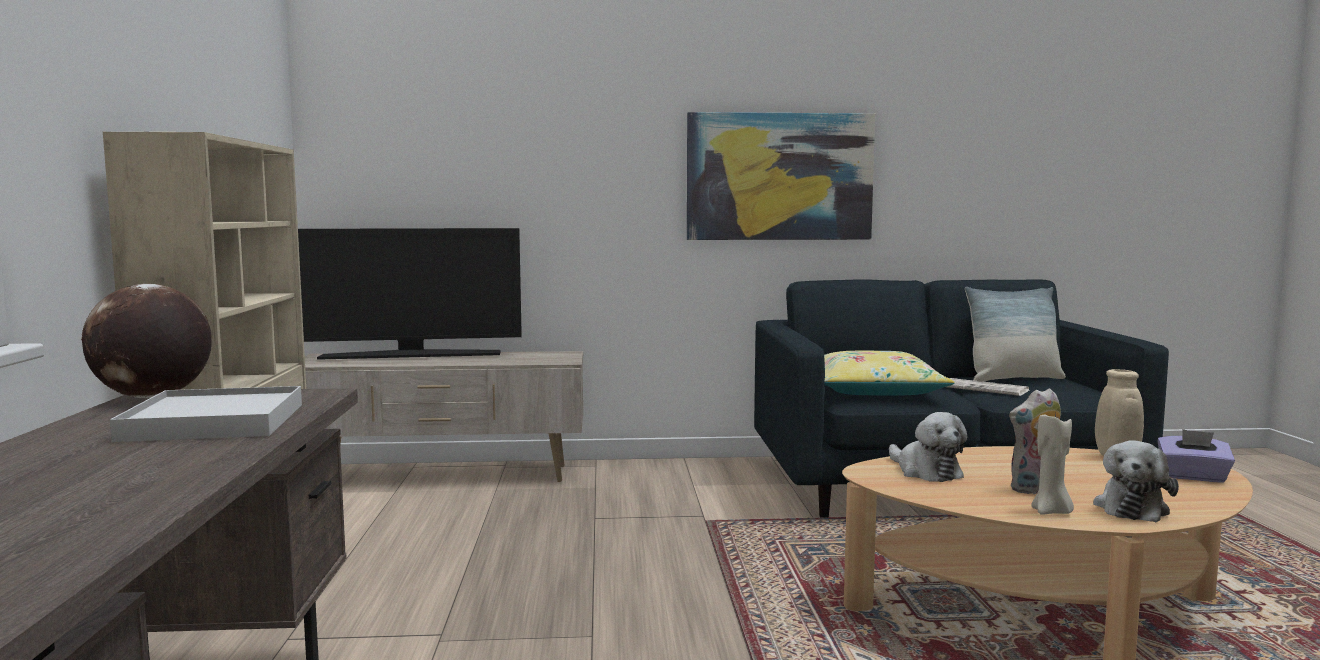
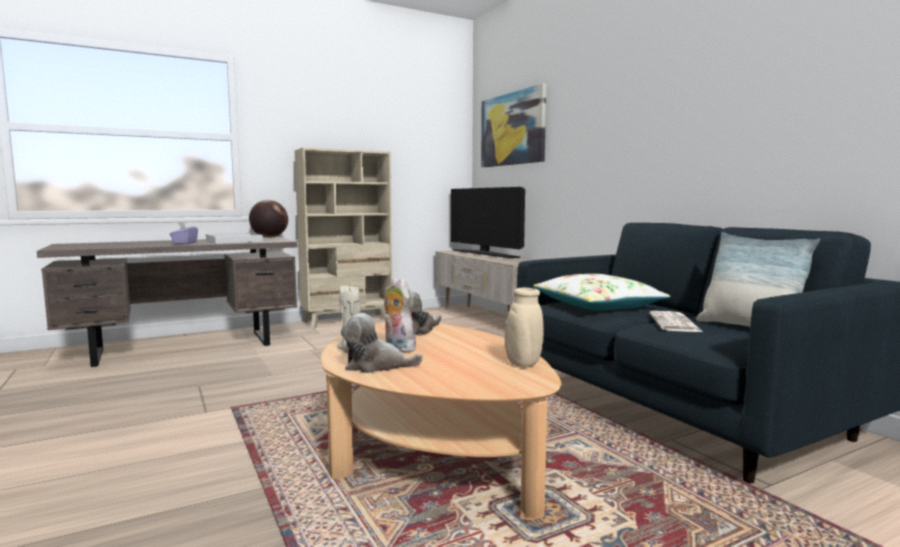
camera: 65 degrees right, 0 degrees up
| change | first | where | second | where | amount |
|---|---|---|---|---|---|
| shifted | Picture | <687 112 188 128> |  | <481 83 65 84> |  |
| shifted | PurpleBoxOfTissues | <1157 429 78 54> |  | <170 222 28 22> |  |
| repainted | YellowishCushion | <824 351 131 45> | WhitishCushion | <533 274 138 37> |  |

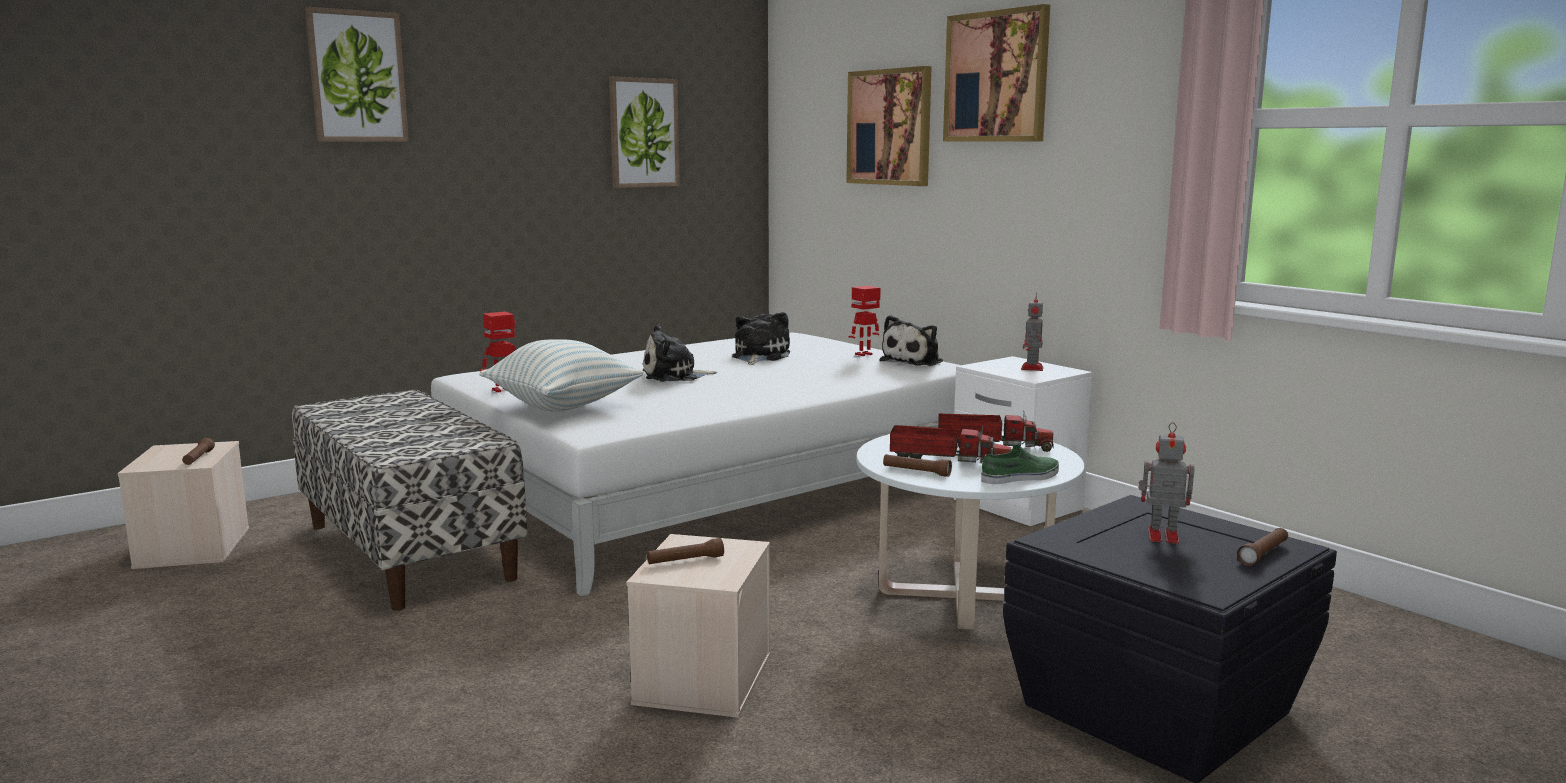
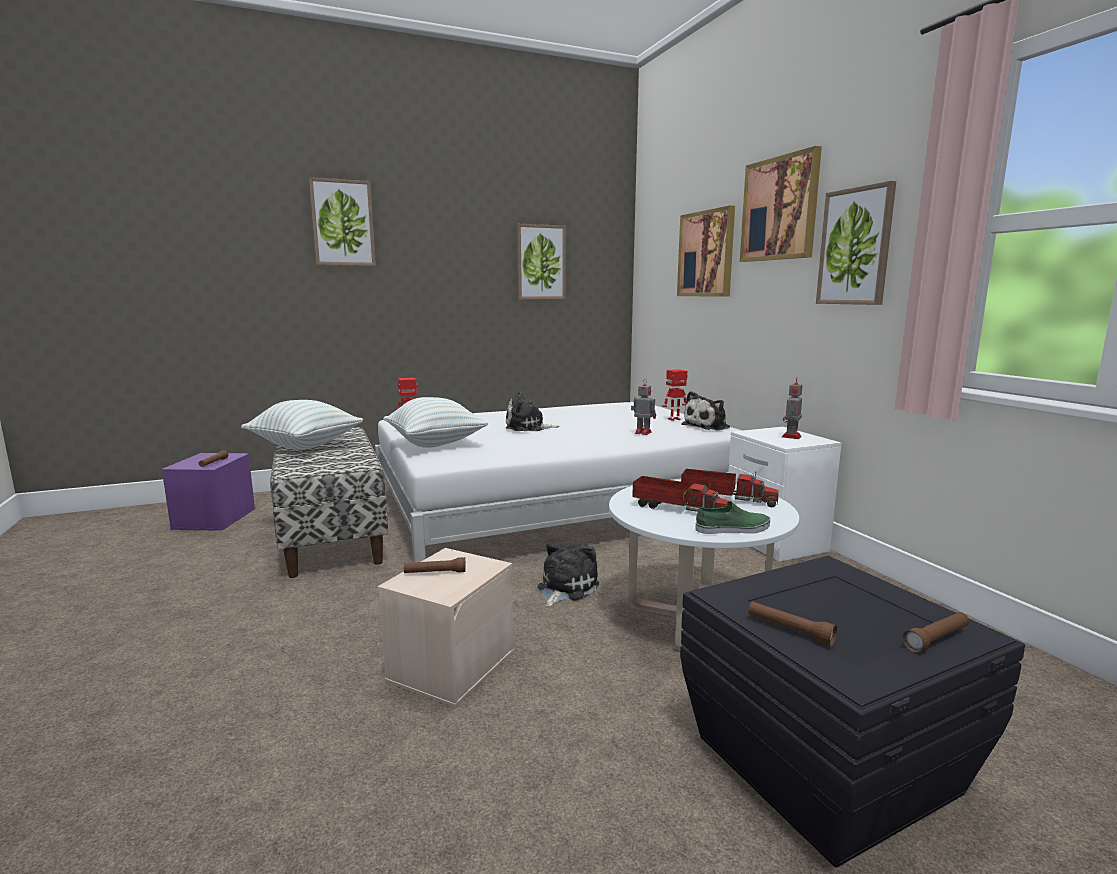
camera: 15 degrees right, 0 degrees up
| change | first | where | second | where | amount |
|---|---|---|---|---|---|
| new |  |  | Cushion | <241 400 122 50> |  |
| new |  |  | Picture | <816 181 80 124> |  |
| shifted | CuddlyToy | <732 312 58 53> |  | <538 543 61 64> |  |
| shifted | BrownColouredHandTorch | <883 454 69 23> |  | <748 601 89 45> |  |
| shifted | RobotFigure | <1138 422 57 122> |  | <631 379 25 56> |  |
| repainted | BeigeStorageBin | <117 441 132 128> | PurpleStorageBin | <161 453 94 78> |  |

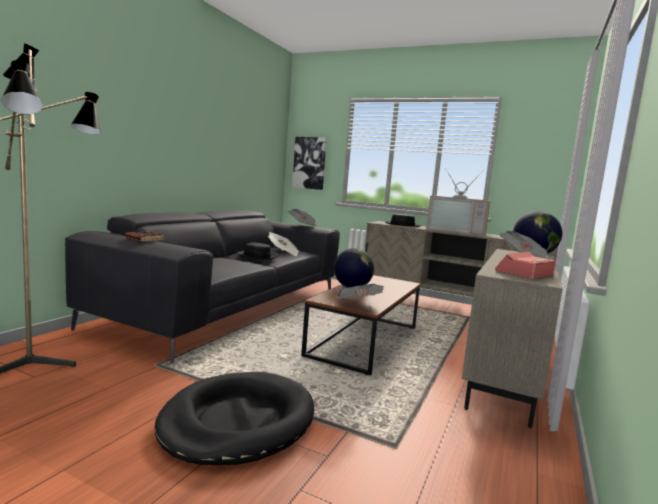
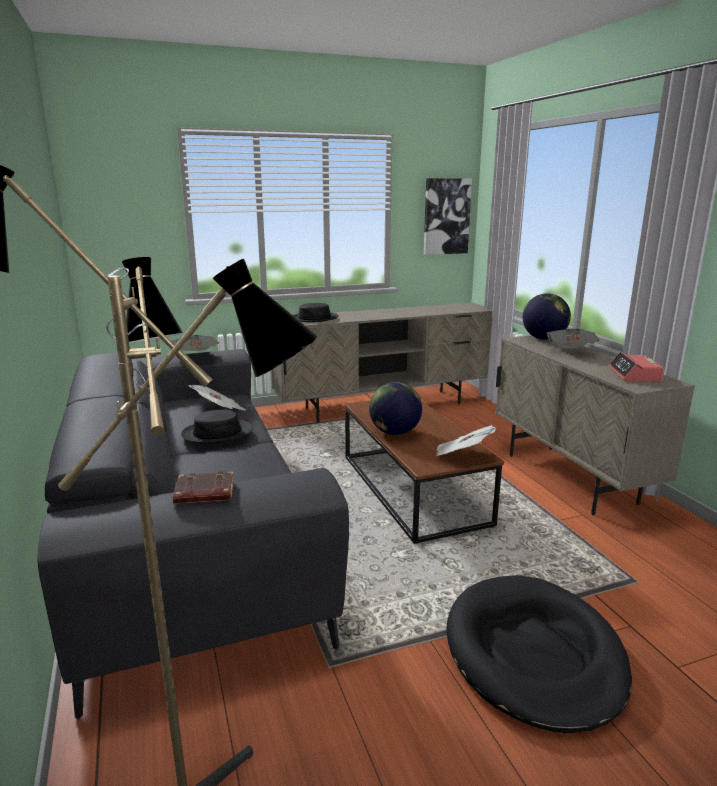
camera: 45 degrees left, 10 degrees up
| change | first | where | second | where | amount |
|---|---|---|---|---|---|
| gone | Tv | <426 168 64 68> |  |  |  |
| shifted | Picture | <292 137 35 53> |  | <424 178 48 77> |  |

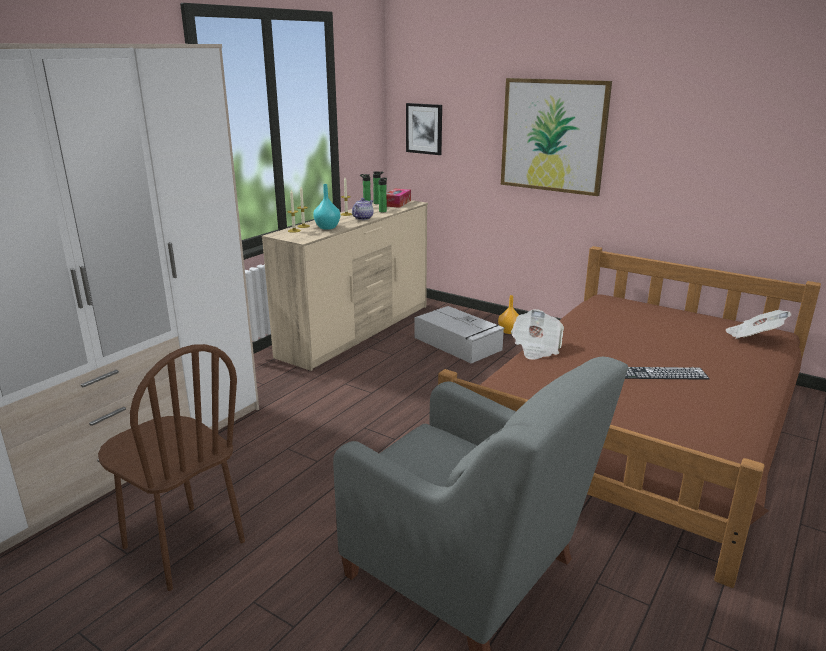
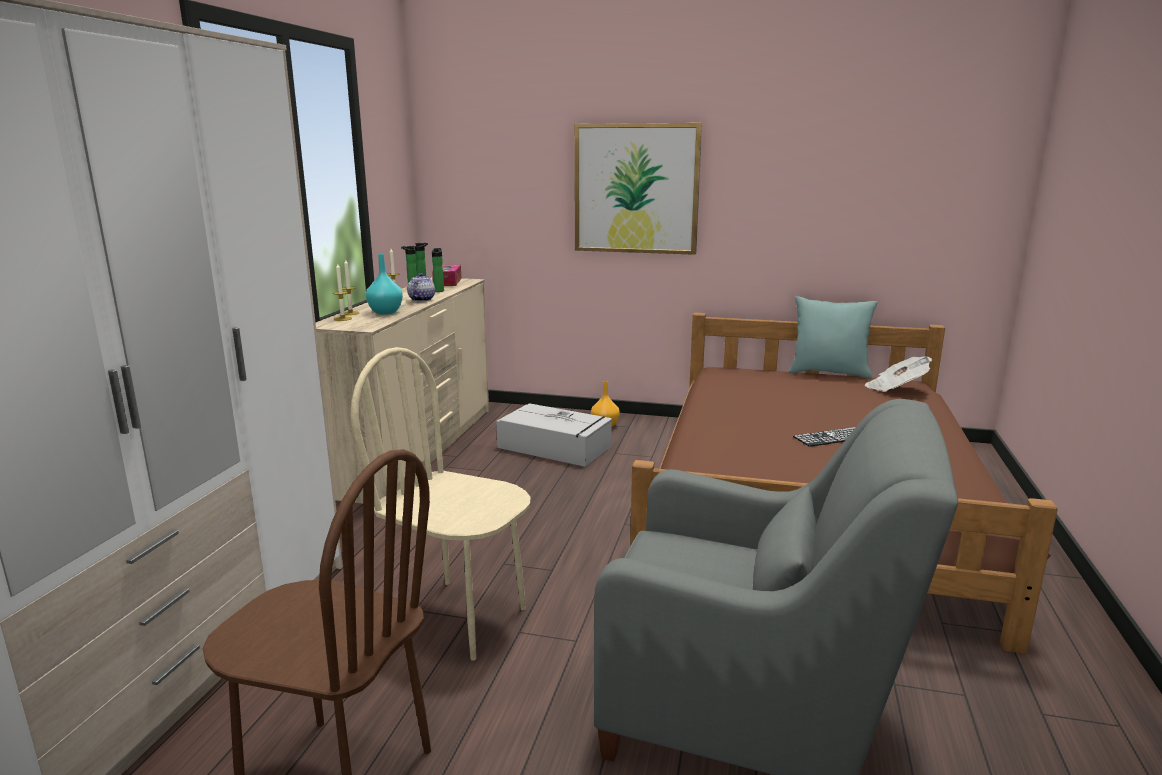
camera: 20 degrees left, 5 degrees down
| change | first | where | second | where | amount |
|---|---|---|---|---|---|
| gone | Picture | <406 103 36 52> |  |  |  |
| gone | Newspaper | <511 309 53 51> |  |  |  |
| new |  |  | BeigeUprightChair | <351 347 179 314> |  |
| new |  |  | BlueGreenCushion | <789 296 89 83> |  |

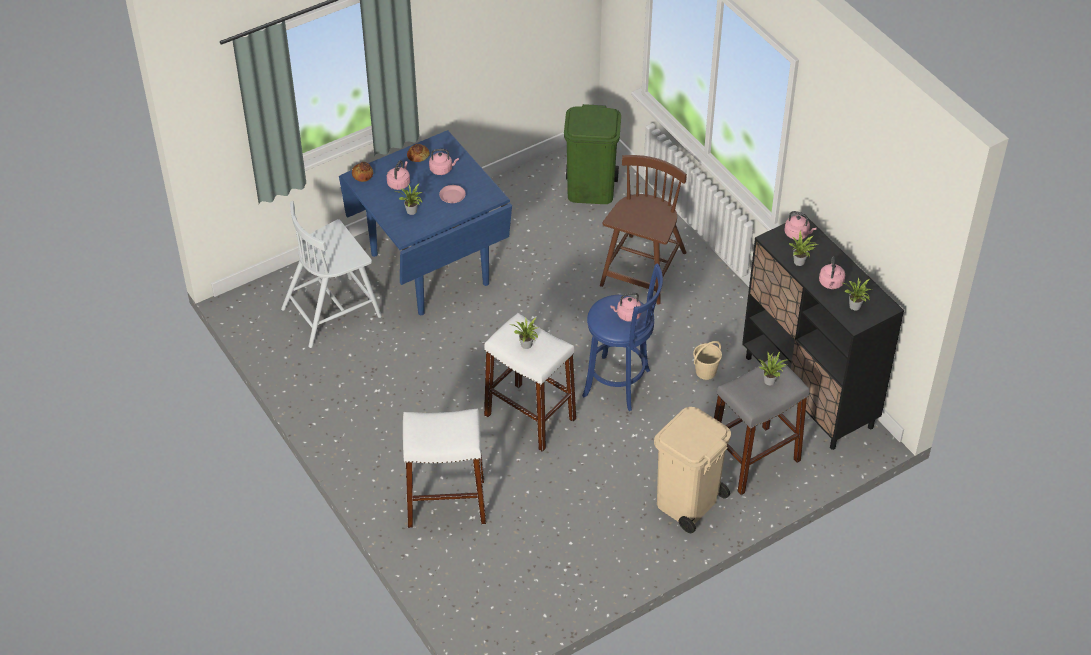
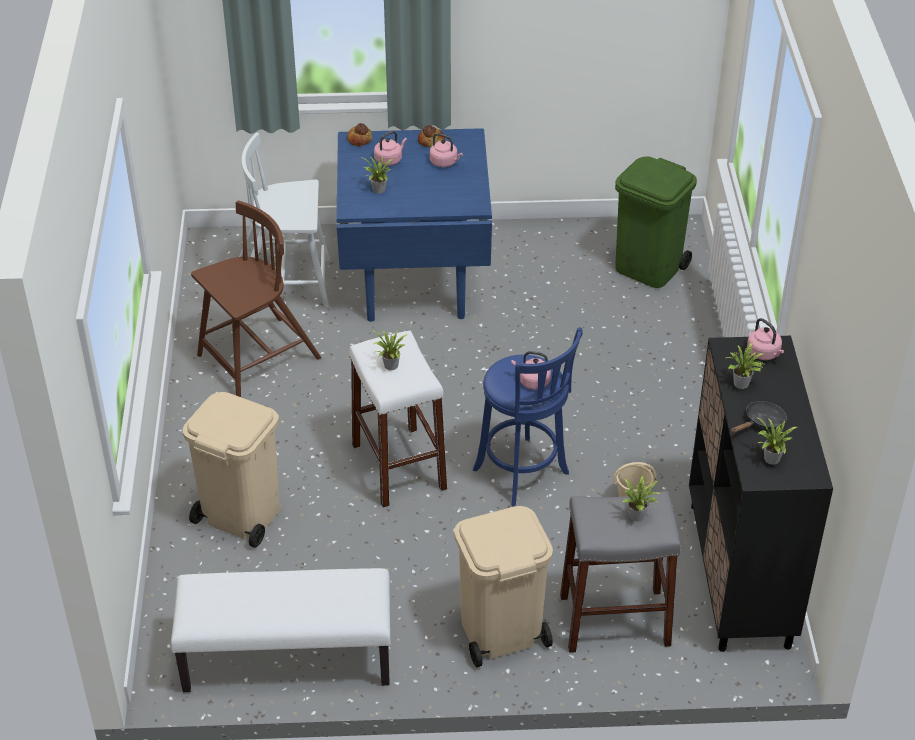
camera: 30 degrees right, 5 degrees down
| change | first | where | second | where | amount |
|---|---|---|---|---|---|
| gone | PinkDinnerPlate | <439 185 27 18> |  |  |  |
| new |  |  | WhitishLongSeat | <171 568 220 124> |  |
| shifted | BrownColouredUprightChair | <600 155 87 150> |  | <191 200 130 197> |  |
| swapped | WhitishStoolSeat | <403 409 83 119> | BeigeWasteBin | <183 392 97 156> |  |
| swapped | PinkTeaKettle | <819 256 26 33> | BlackSkillet | <731 401 56 32> |  |

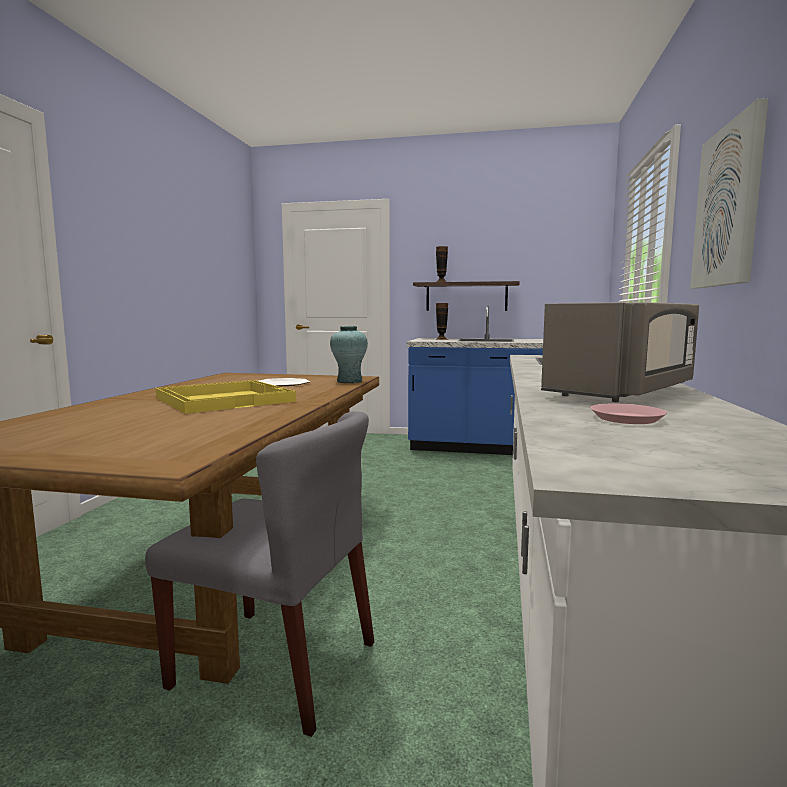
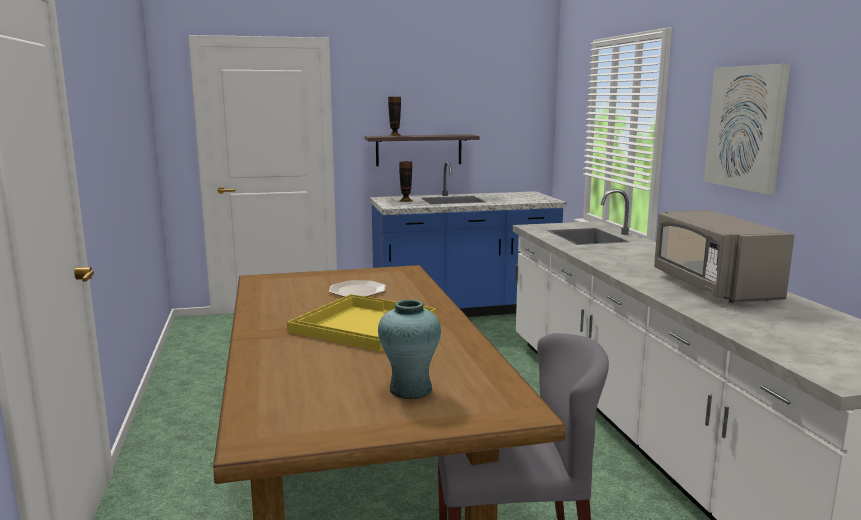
camera: 25 degrees left, 5 degrees up
| change | first | where | second | where | amount |
|---|---|---|---|---|---|
| gone | PinkDinnerPlate | <591 404 76 20> |  |  |  |
| shifted | BlueGreenVase | <330 326 38 57> |  | <378 299 63 100> |  |
| rotated | GrayKitchenMicrowave | <541 302 158 100> |  | <654 210 141 93> | 150 degrees clockwise |

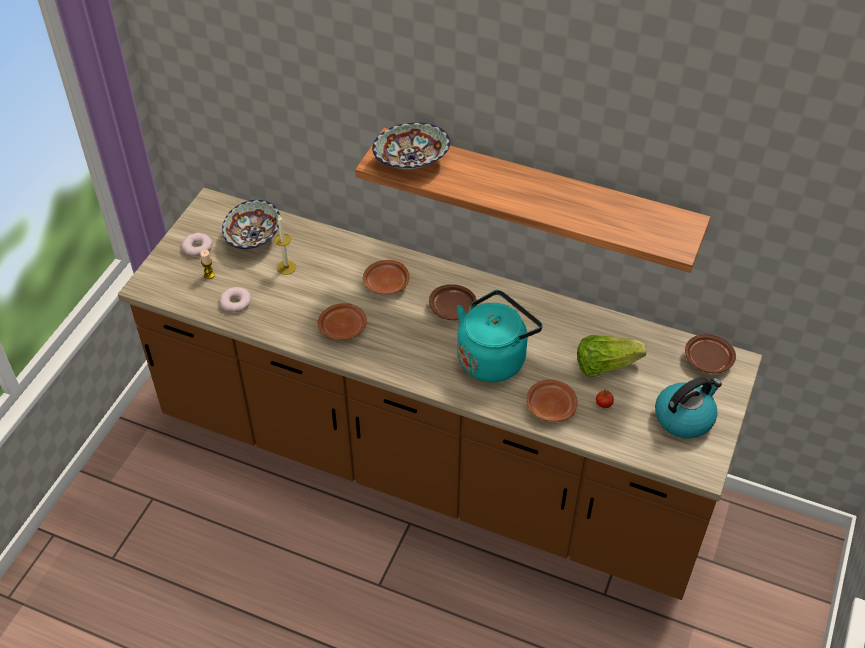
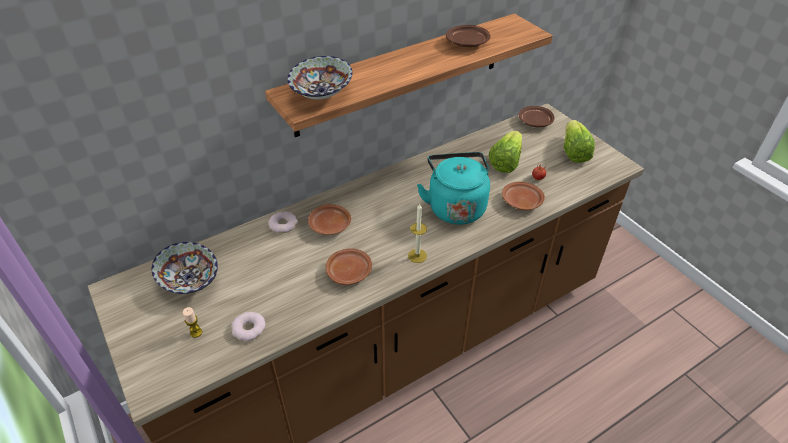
camera: 55 degrees left, 5 degrees down
| change | first | where | second | where | amount |
|---|---|---|---|---|---|
| shifted | RingDoughnut | <182 233 31 23> |  | <268 212 30 21> |  |
| shifted | Candle | <274 216 22 59> |  | <408 204 19 59> |  |
| shifted | BrownColouredDinnerPlate | <429 284 47 36> |  | <446 25 45 22> |  |
| swapped | TeaKettle | <655 377 67 62> | HeadOfLettuce | <564 120 31 43> |  |

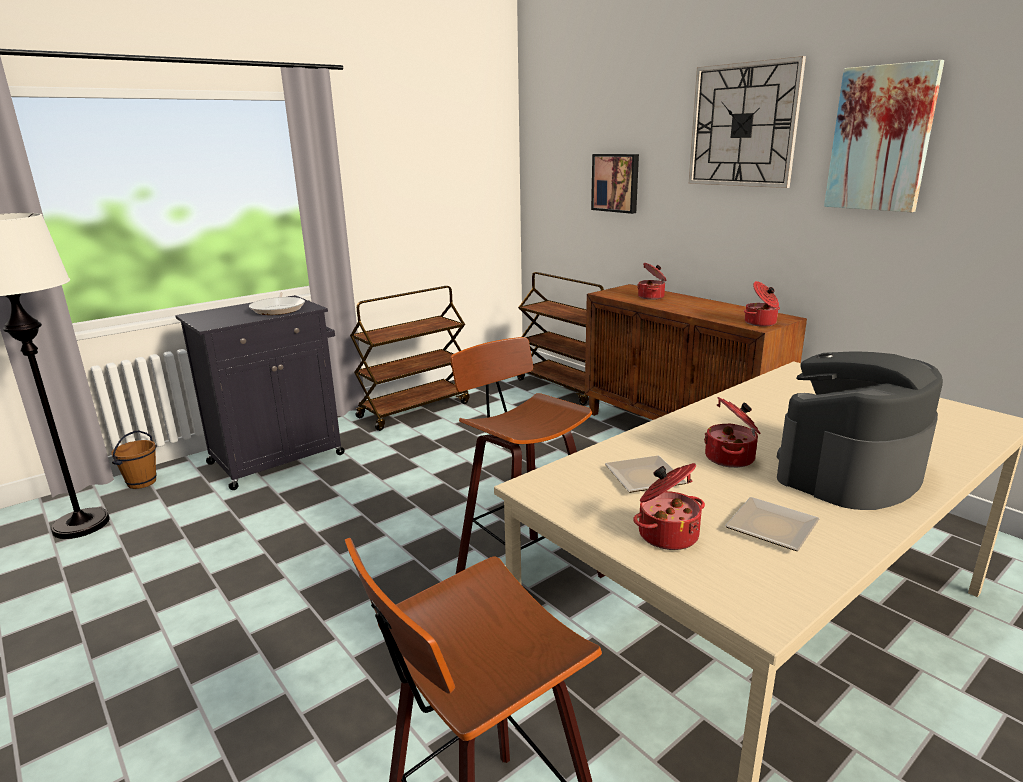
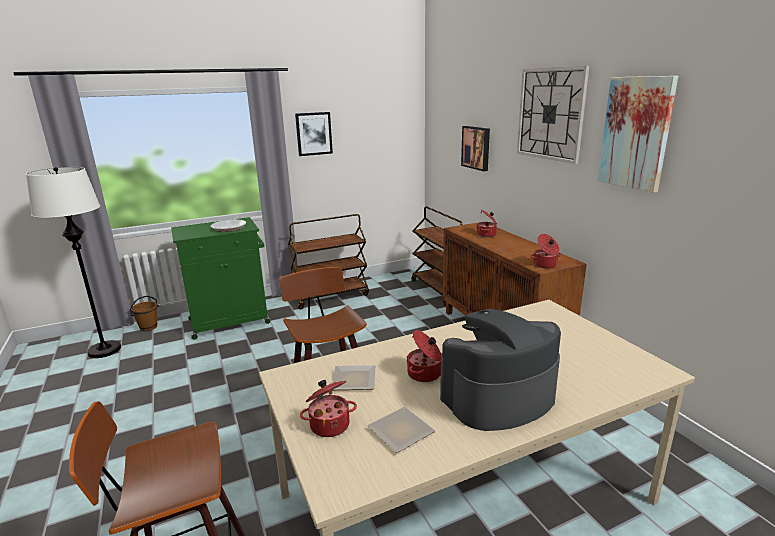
camera: 15 degrees right, 0 degrees up
| change | first | where | second | where | amount |
|---|---|---|---|---|---|
| new |  |  | Picture | <295 112 38 44> |  |
| repainted | BlackCabinet | <175 295 169 195> | GreenishCabinet | <171 217 99 123> |  |

